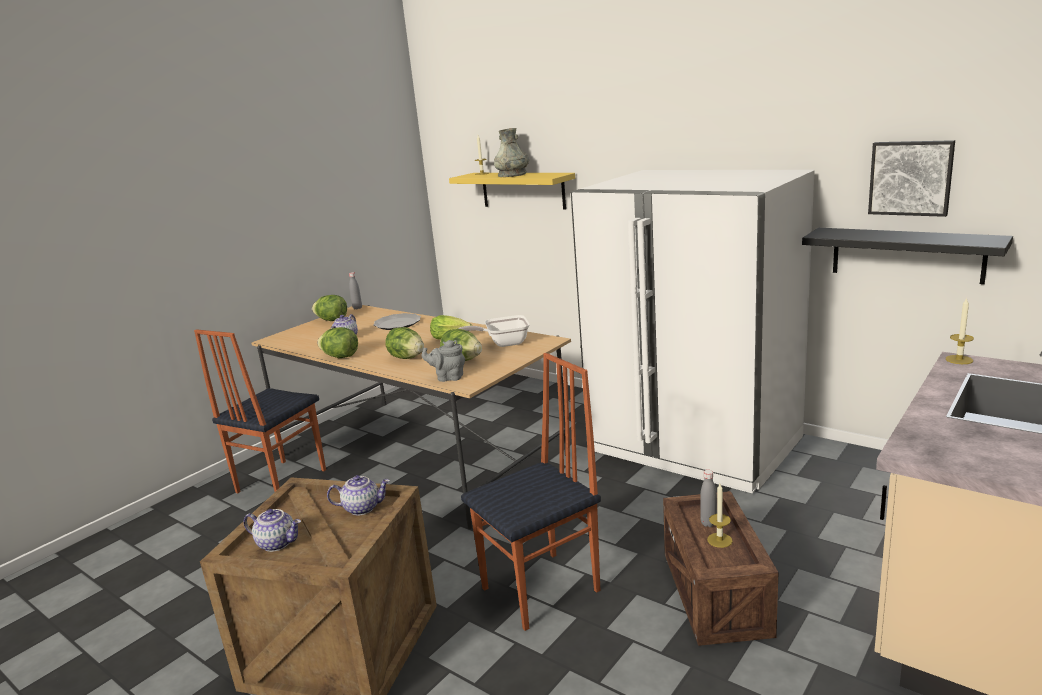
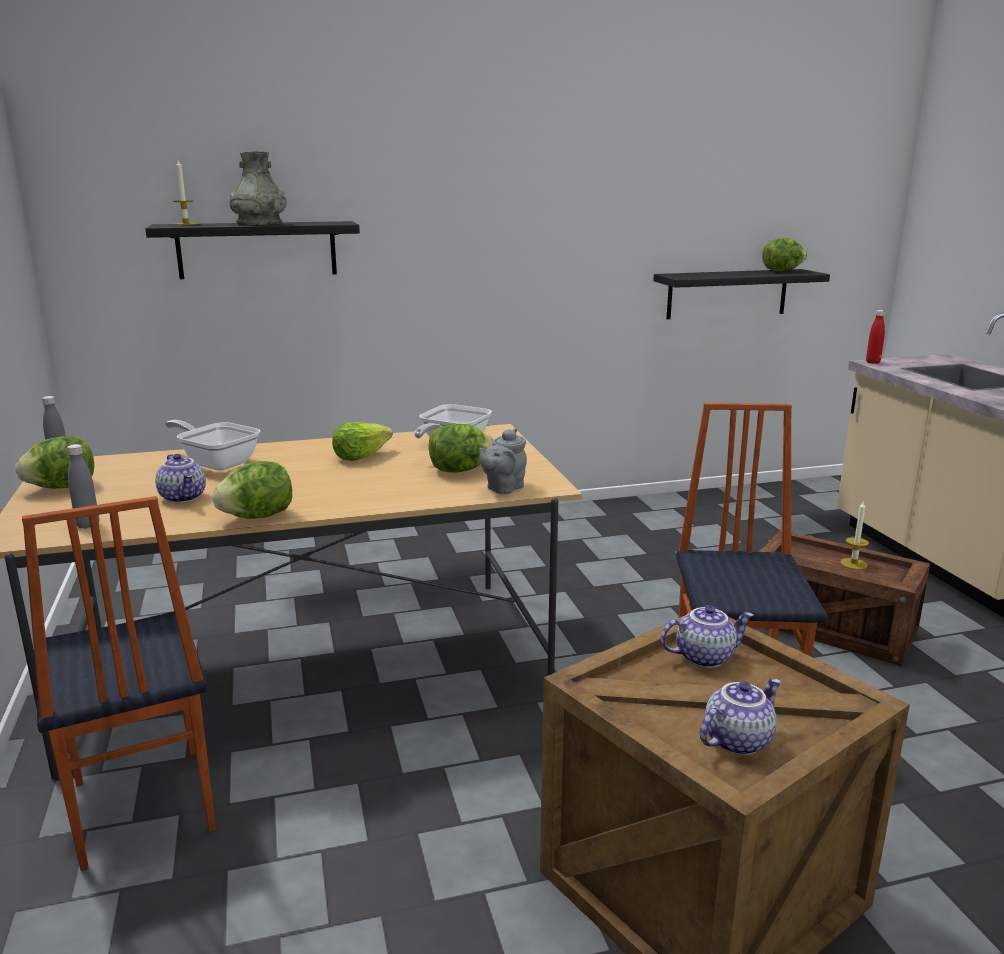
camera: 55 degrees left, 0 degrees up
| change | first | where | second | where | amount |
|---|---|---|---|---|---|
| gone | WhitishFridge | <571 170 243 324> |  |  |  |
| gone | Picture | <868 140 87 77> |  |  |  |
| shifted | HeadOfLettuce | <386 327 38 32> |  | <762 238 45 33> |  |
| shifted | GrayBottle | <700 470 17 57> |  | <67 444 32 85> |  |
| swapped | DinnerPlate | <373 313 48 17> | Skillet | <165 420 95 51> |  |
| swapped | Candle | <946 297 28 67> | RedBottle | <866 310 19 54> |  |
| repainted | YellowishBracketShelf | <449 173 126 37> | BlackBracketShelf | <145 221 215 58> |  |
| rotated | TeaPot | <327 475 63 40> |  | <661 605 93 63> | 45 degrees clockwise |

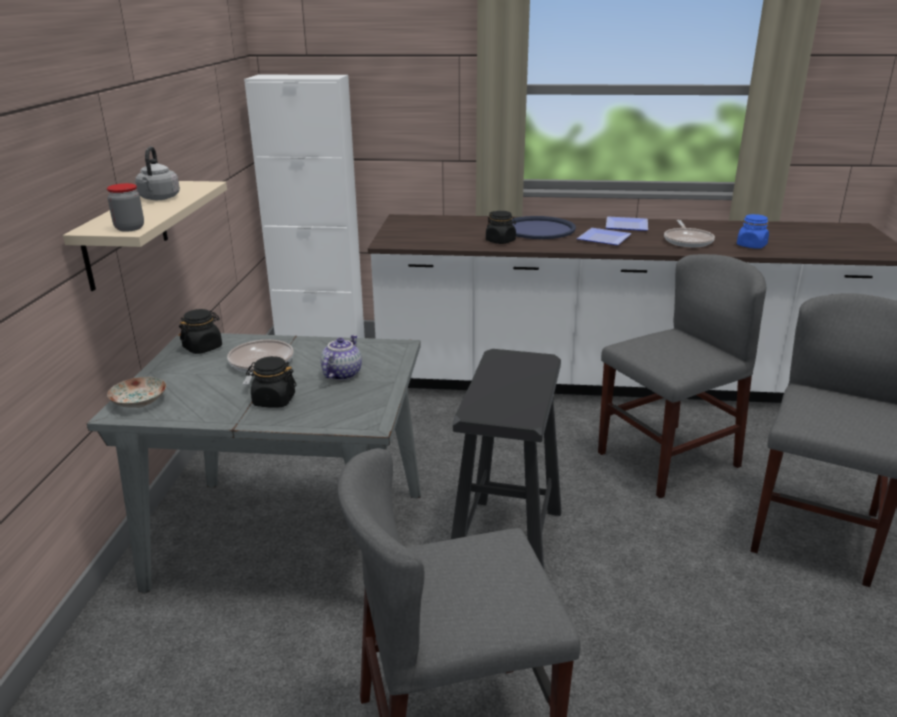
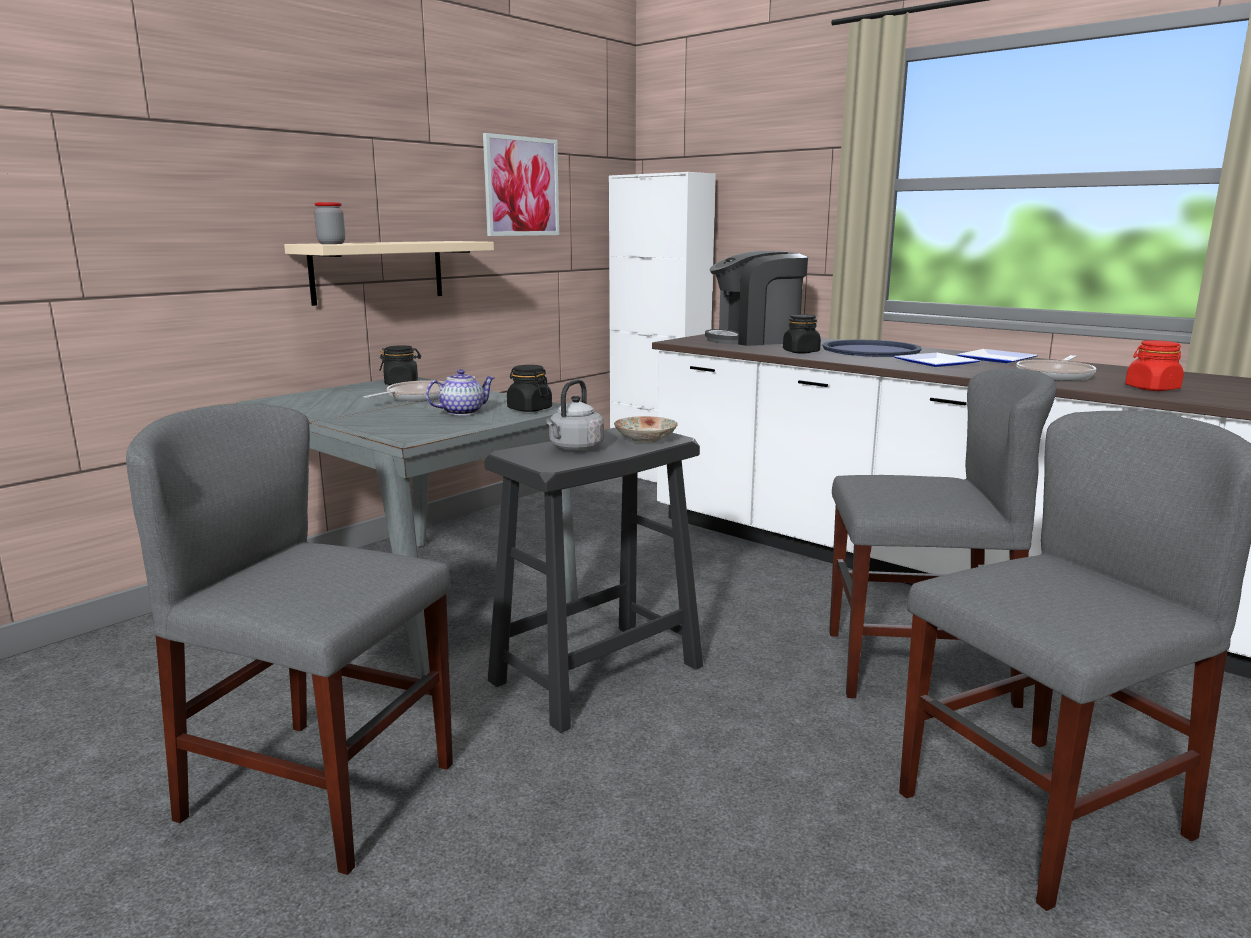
camera: 35 degrees right, 10 degrees down
| change | first | where | second | where | amount |
|---|---|---|---|---|---|
| new |  |  | Picture | <483 133 76 103> |  |
| new |  |  | CoffeeMaker | <705 251 103 95> |  |
| shifted | DinnerPlate | <107 377 59 31> |  | <614 416 64 26> |  |
| shifted | GrayTeaKettle | <135 146 45 54> |  | <546 379 58 72> |  |
| shifted | BlackStorageJar | <246 356 50 52> |  | <507 365 45 47> |  |
| repainted | BlueColouredStorageJar | <737 214 32 35> | RedStorageJar | <1125 340 59 51> |  |

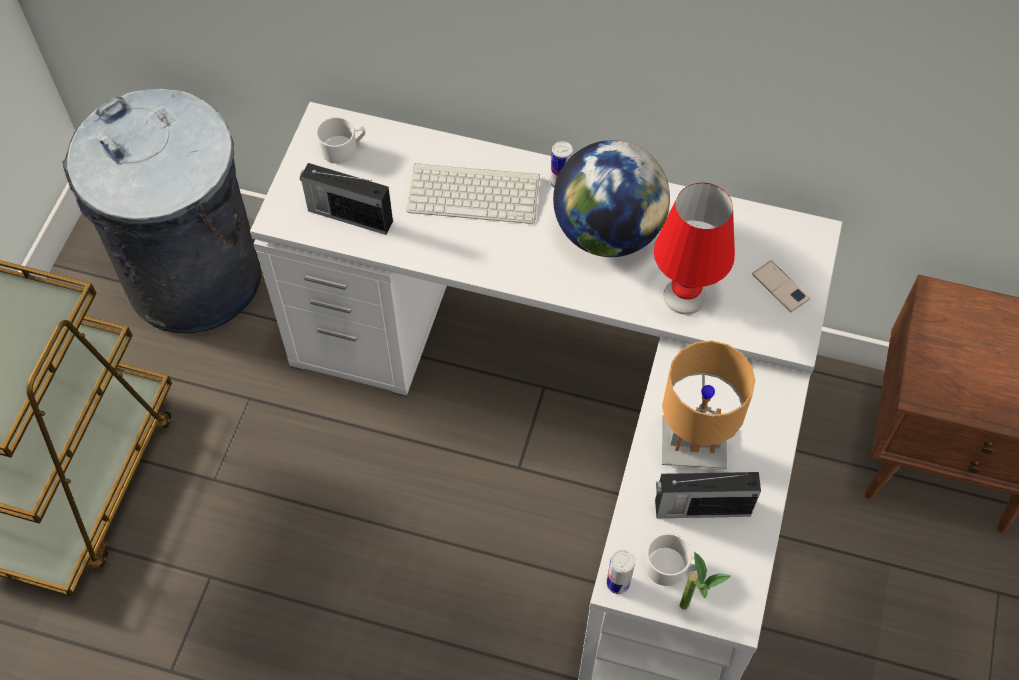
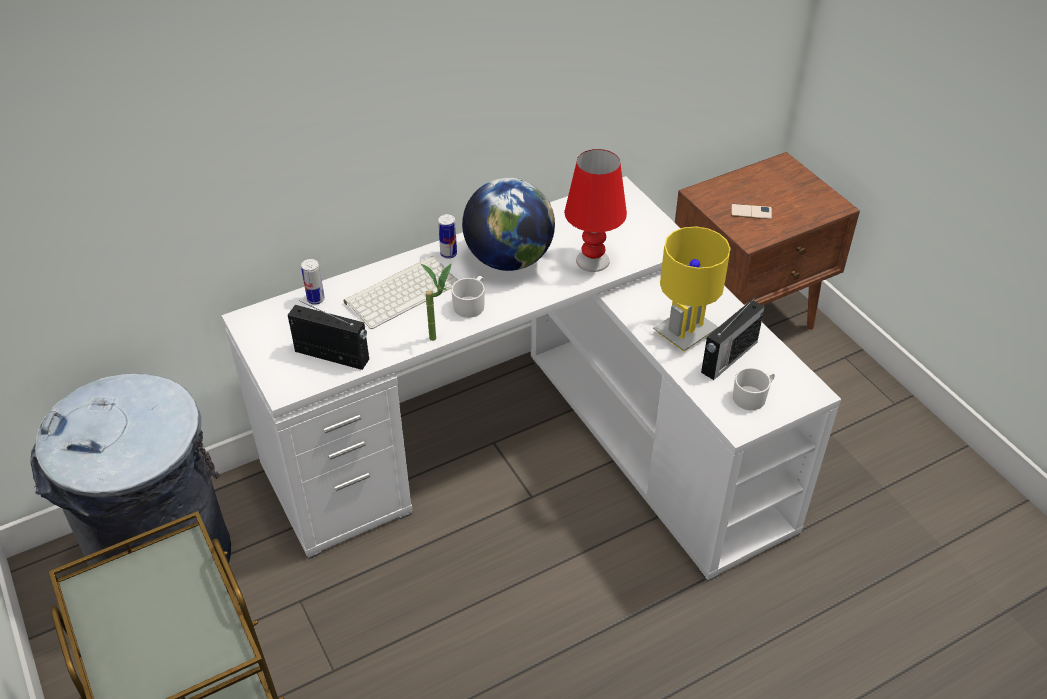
camera: 45 degrees left, 15 degrees down
| change | first | where | second | where | amount |
|---|---|---|---|---|---|
| shifted | WhitishTeaMug | <316 117 49 47> |  | <451 276 34 42> |  |
| shifted | MetalCan | <606 550 29 44> |  | <301 259 24 46> |  |
| shifted | PottedPlant | <680 552 51 58> |  | <421 264 30 77> |  |
| shifted | Handset | <752 261 58 51> |  | <731 204 41 15> |  |
| repainted | BrownColouredTabletopLamp | <662 340 93 129> | YellowishTabletopLamp | <653 226 78 126> |  |
| rotated | RadioSet | <300 163 93 72> |  | <288 301 81 69> | 135 degrees counterclockwise |

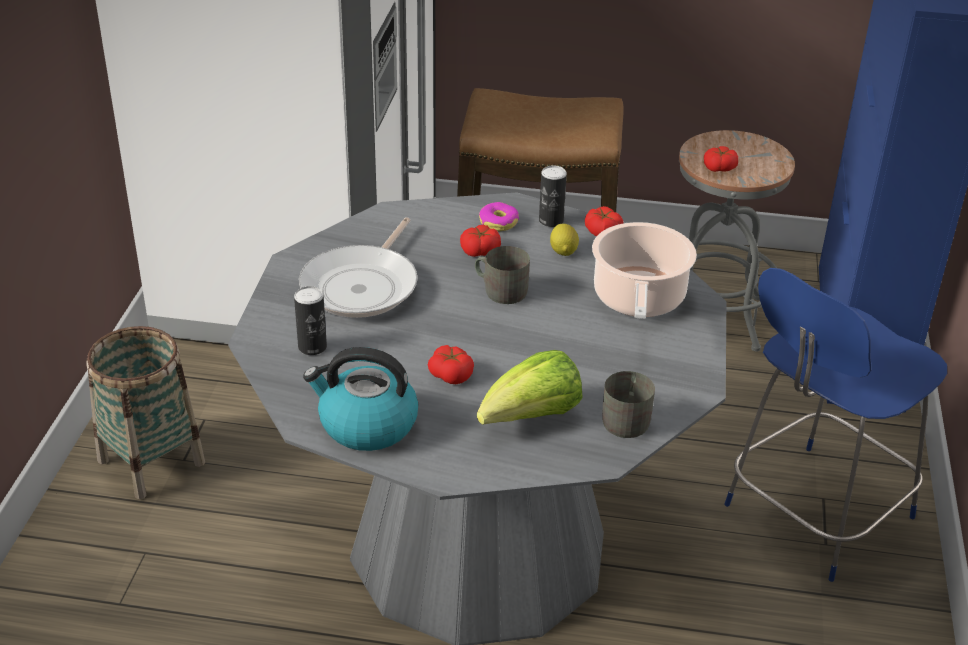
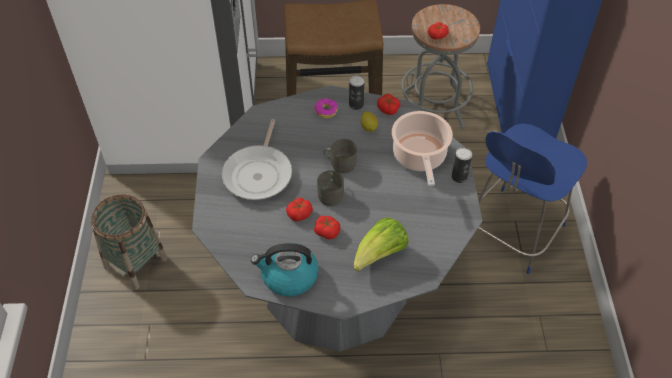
camera: 10 degrees left, 15 degrees up
| change | first | where | second | where | amount |
|---|---|---|---|---|---|
| shifted | MetalCan | <294 286 33 69> |  | <452 147 20 36> |  |
| shifted | FreshTomato | <460 225 41 32> |  | <286 198 27 24> |  |
| shifted | GrayTeaMug | <602 371 53 67> |  | <317 169 27 37> |  |

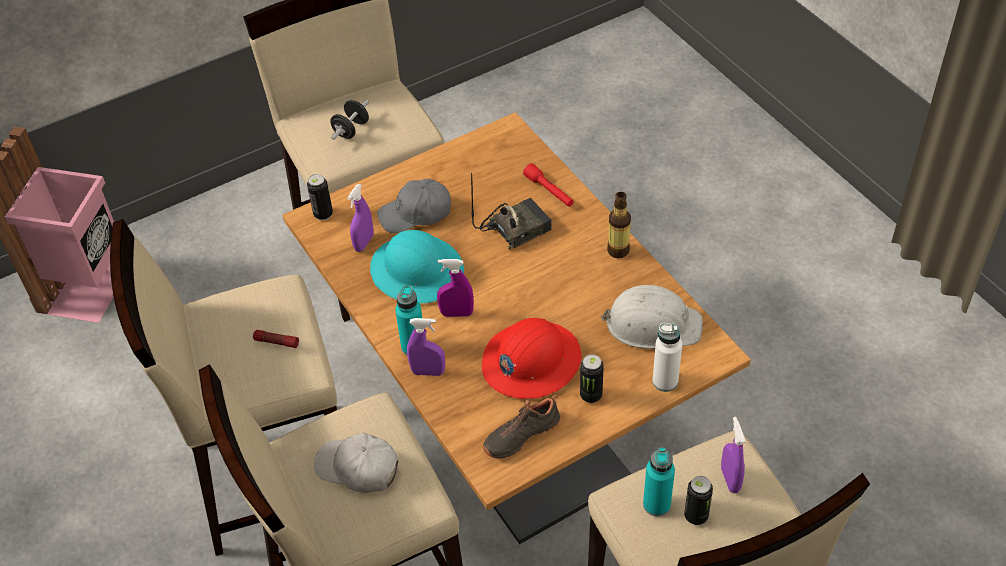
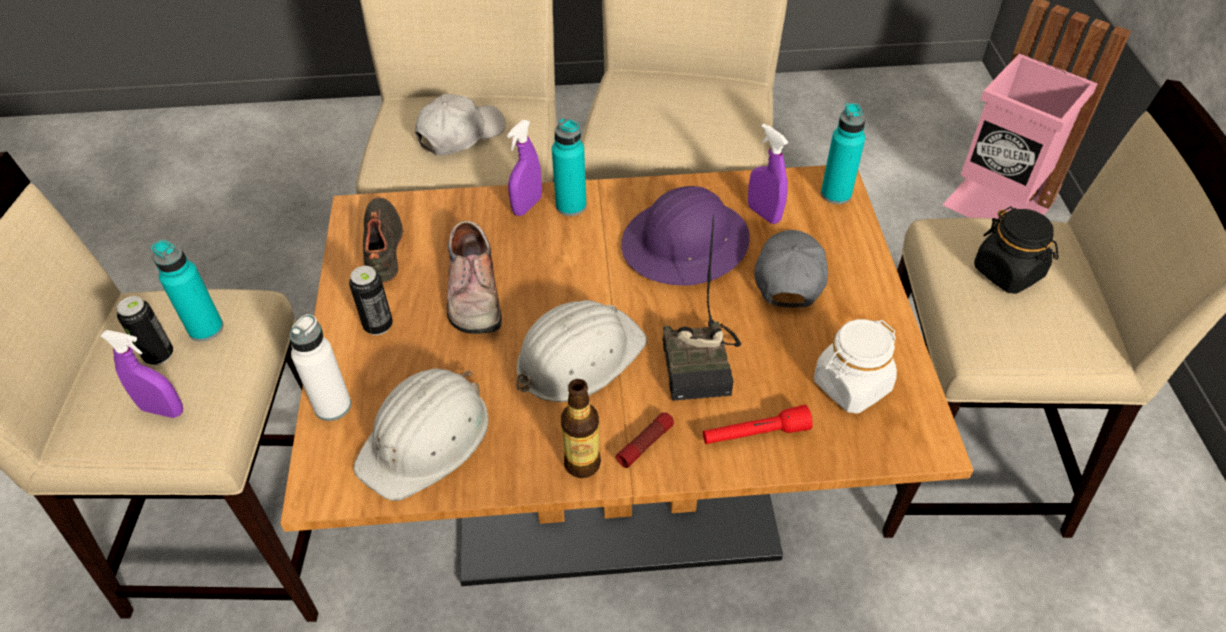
camera: 115 degrees right, 0 degrees up
| change | first | where | second | where | amount |
|---|---|---|---|---|---|
| gone | PurpleSprayer | <437 259 37 58> |  |  |  |
| new |  |  | WhitishWorkHelmet | <517 300 130 102> |  |
| new |  |  | WhitishStorageJar | <814 319 83 95> |  |
| shifted | HandTorch | <253 330 46 18> |  | <616 412 58 56> |  |
| swapped | MetalCan | <307 174 26 46> | BlueGreenBottle | <821 103 44 101> |  |
| swapped | BlackHandWeight | <330 100 39 40> | BlackStorageJar | <974 206 85 88> |  |
| swapped | RedWorkHelmet | <482 318 99 81> | ItemOfFootwear | <447 221 55 113> |  |
| repainted | BlueGreenWorkHelmet | <370 230 94 73> | PurpleWorkHelmet | <621 186 129 100> |  |

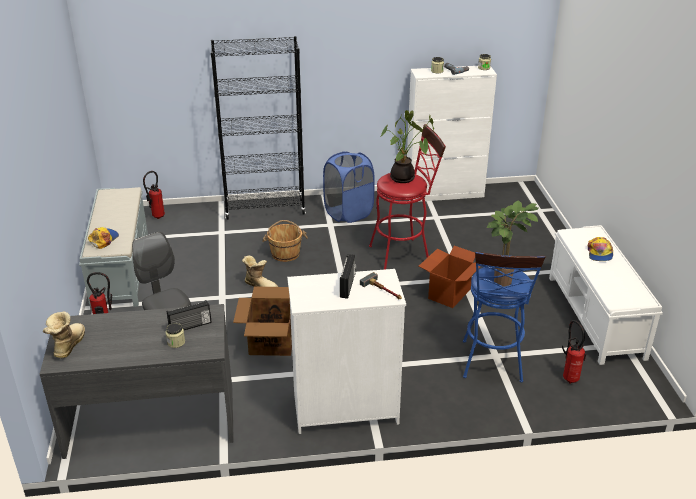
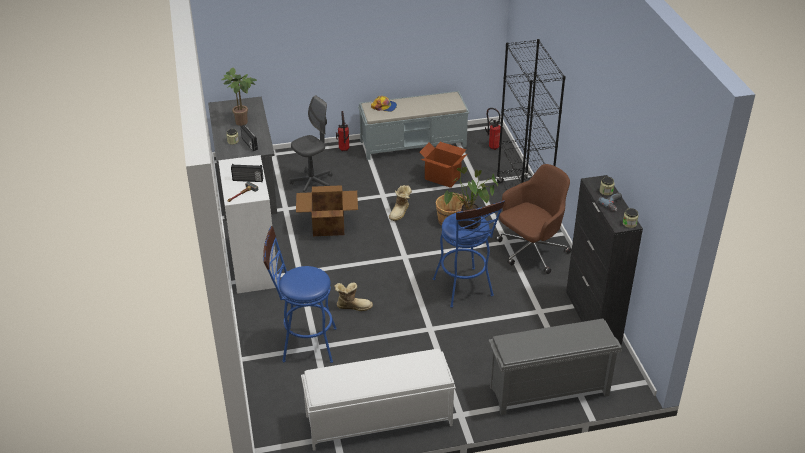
camera: 85 degrees right, 5 degrees up
| change | first | where | second | where | amount |
|---|---|---|---|---|---|
| gone | Extinguisher | <562 320 24 64> |  |  |  |
| gone | BaseballCap | <588 237 25 24> |  |  |  |
| new |  |  | GrayShoeStand | <488 319 134 96> |  |
| shifted | HighTopBoot | <43 312 42 46> |  | <334 283 39 28> |  |
| shifted | Carton | <419 246 62 62> |  | <420 142 47 46> |  |
| shifted | PottedPlant | <487 201 52 86> |  | <222 68 35 58> |  |
| swapped | BlueColouredWashingBasket | <323 151 52 72> | BrownColouredDeskChair | <495 164 77 110> |  |
| repainted | RedStoolSeat | <369 124 77 146> | BlueColouredStoolSeat | <433 200 72 108> |  |
| repainted | WhitishCabinet | <407 66 90 136> | BlackCabinet | <566 175 77 170> |  |

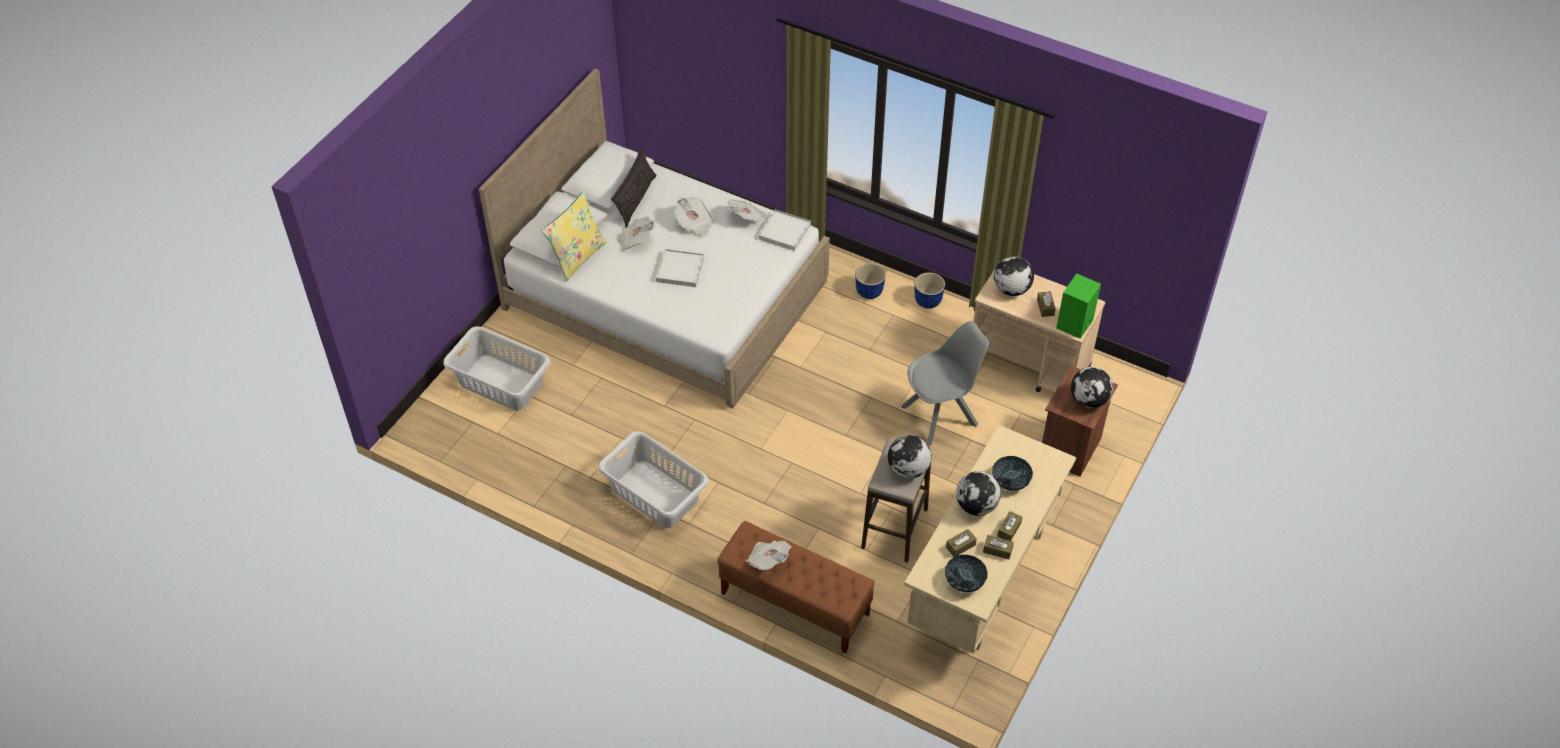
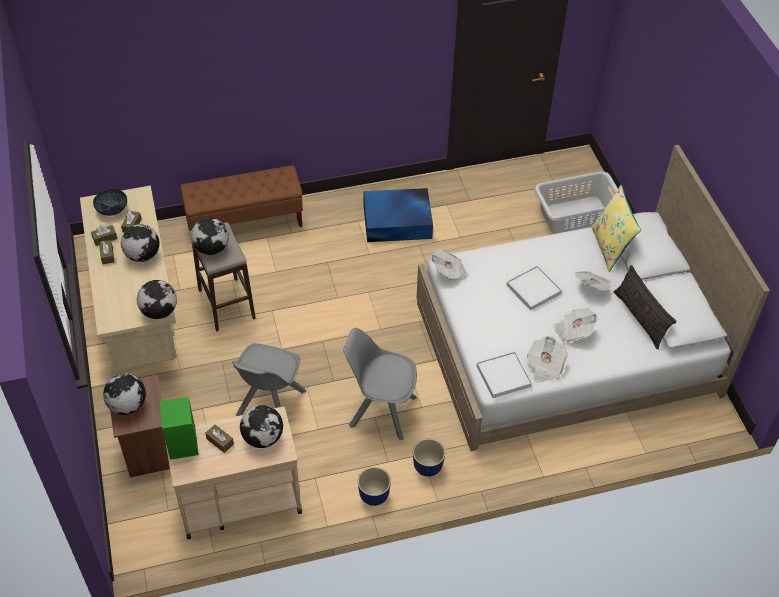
camera: 135 degrees right, 0 degrees up
| change | first | where | second | where | amount |
|---|---|---|---|---|---|
| gone | DeepDish | <992 456 41 35> |  |  |  |
| new |  |  | DeskGlobe | <137 280 40 39> |  |
| new |  |  | GrayUprightChair | <343 328 74 112> |  |
| shifted | Newspaper | <746 540 45 30> |  | <430 249 39 31> |  |
| swapped | GrayWashingBasket | <598 431 111 97> | BlueColouredStorageBin | <363 188 70 54> |  |

